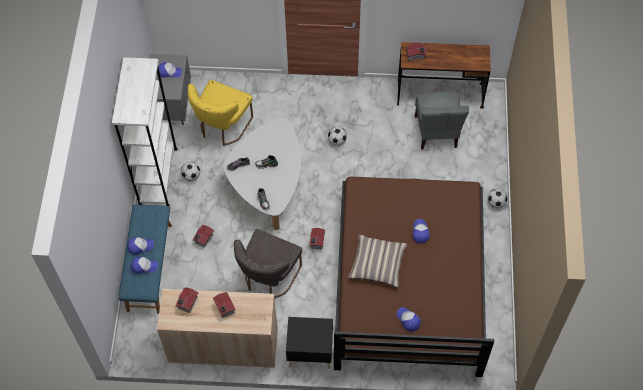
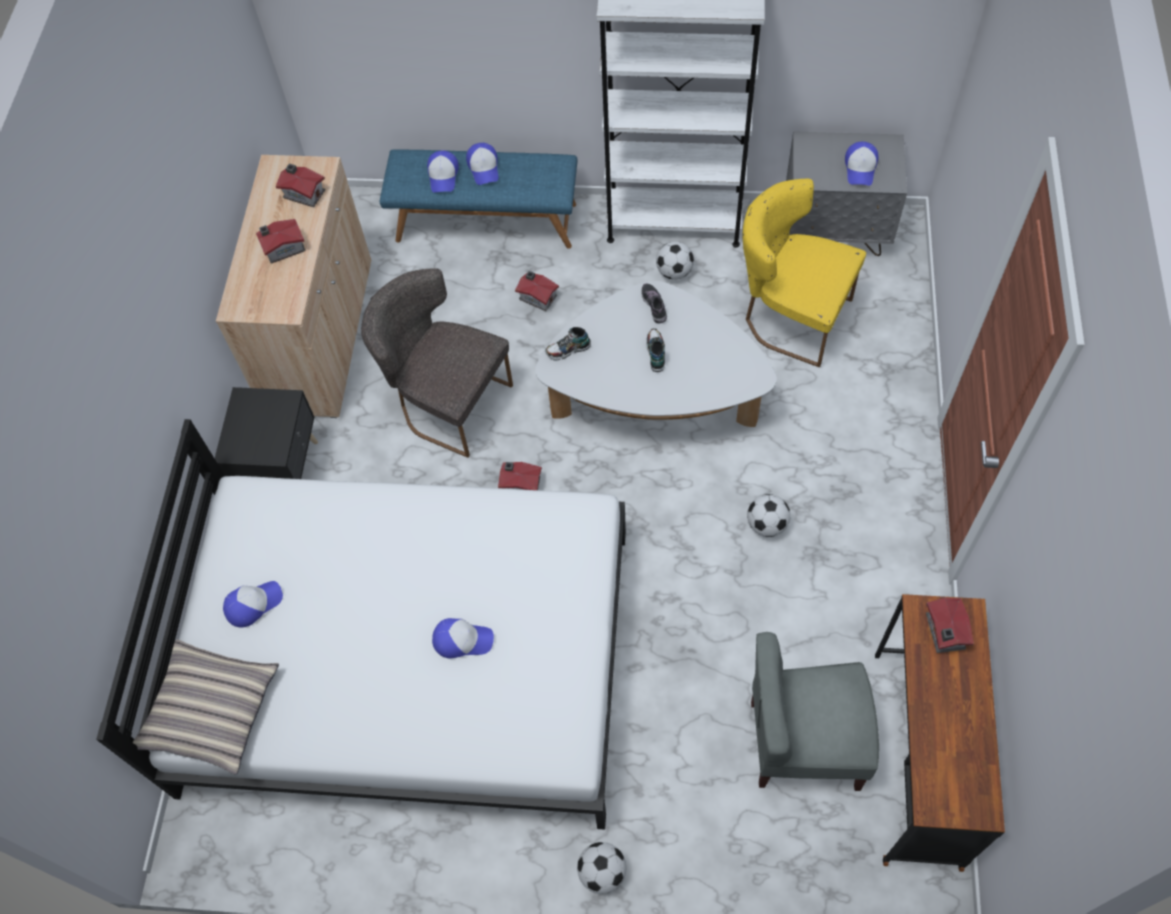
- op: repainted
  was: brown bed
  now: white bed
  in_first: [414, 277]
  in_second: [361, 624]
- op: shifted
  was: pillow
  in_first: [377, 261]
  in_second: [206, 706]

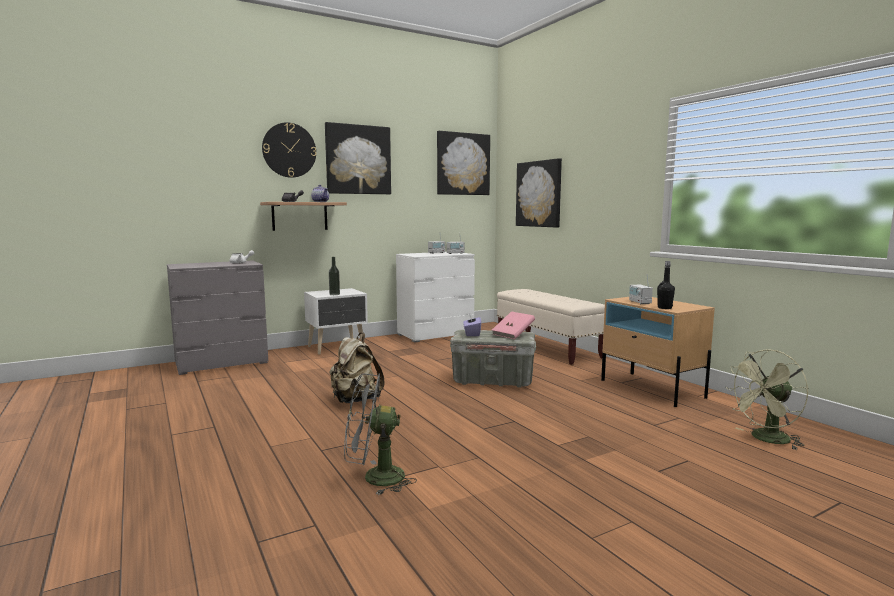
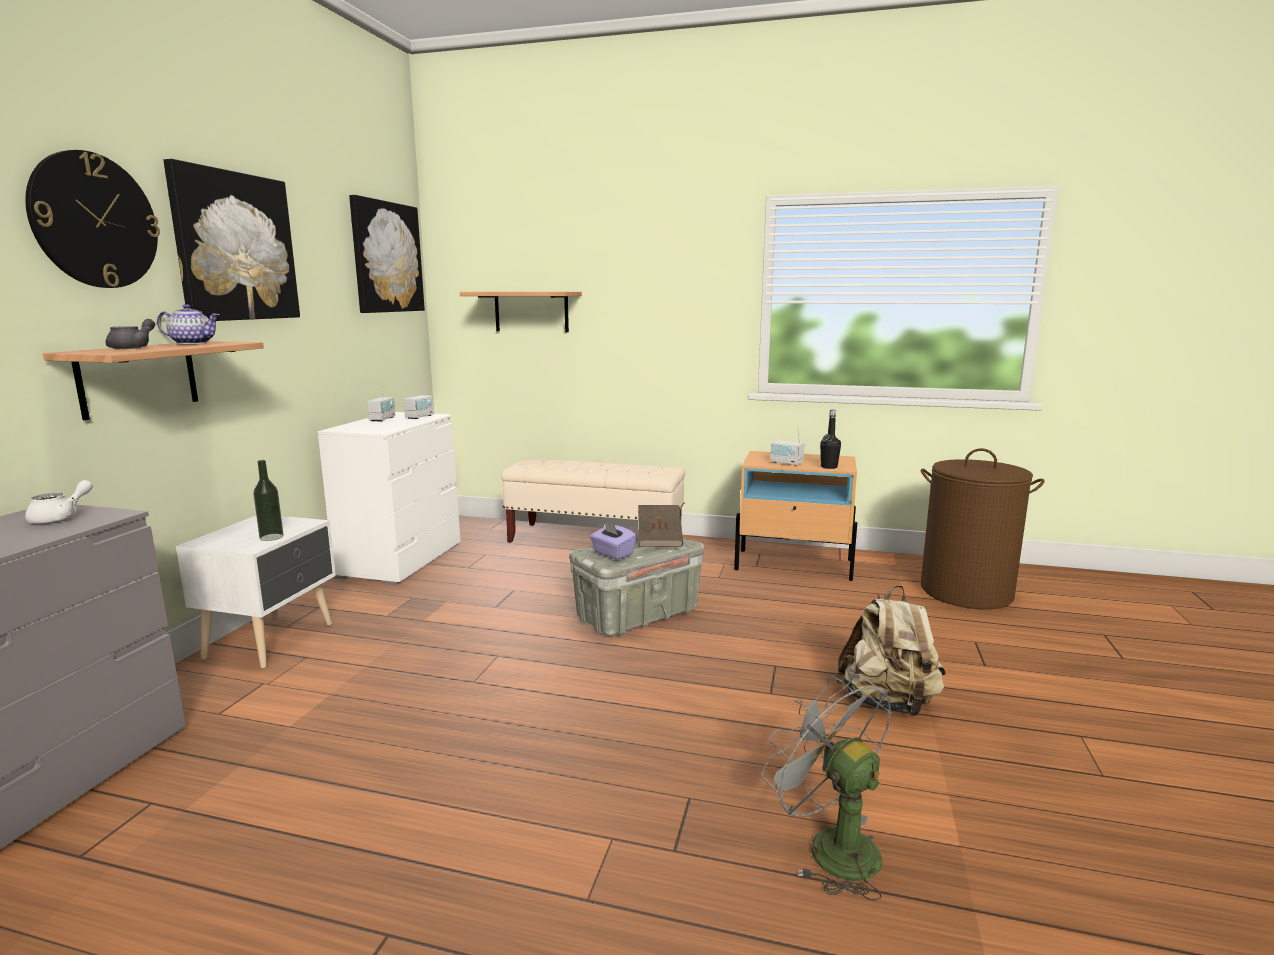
- op: swapped
  was: picture
  now: shelf
  in_first: [539, 193]
  in_second: [521, 312]
- op: repainted
  was: pink book
  now: brown book
  in_first: [513, 325]
  in_second: [660, 526]
- op: rotated
  was: grey fan
  in_first: [380, 434]
  in_second: [826, 787]
  clockwise: 105
- op: shifted
  was: beige backpack
  in_first: [356, 368]
  in_second: [890, 650]
- op: swapped
  was: green fan
  now: brown laundry basket
  in_first: [767, 399]
  in_second: [982, 528]

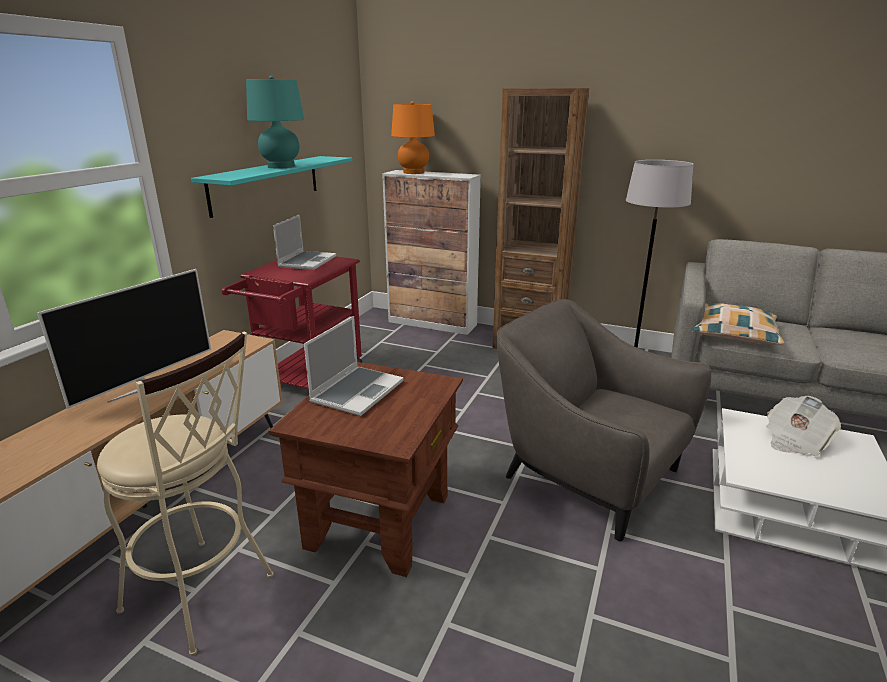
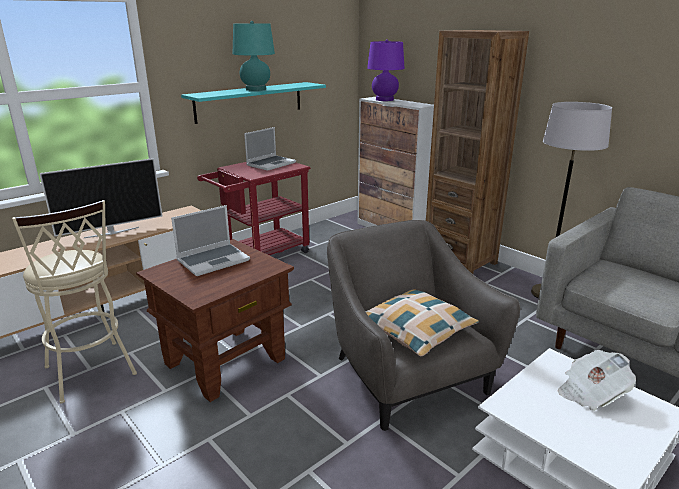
- op: shifted
  was: pillow
  in_first: [738, 324]
  in_second: [422, 322]
- op: repainted
  was: orange table lamp
  now: purple table lamp
  in_first: [413, 137]
  in_second: [386, 70]

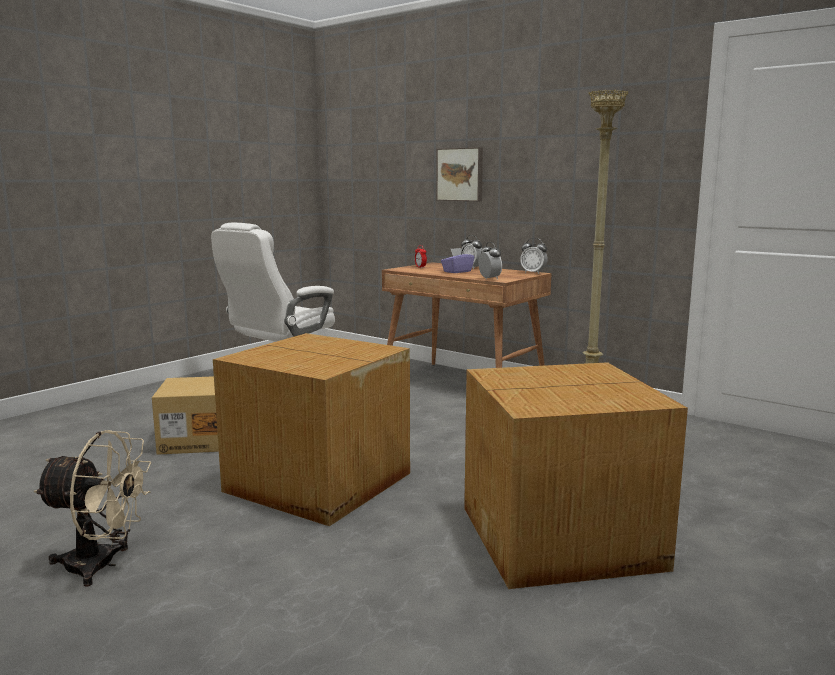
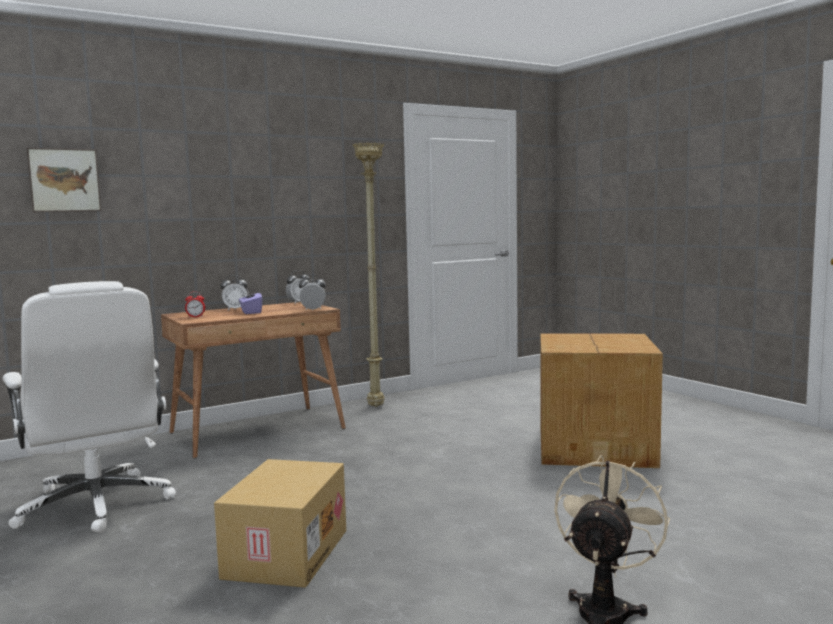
- op: shifted
  was: picture
  in_first: [459, 174]
  in_second: [63, 180]
- op: gone
  was: cardboard box
  in_first: [311, 429]

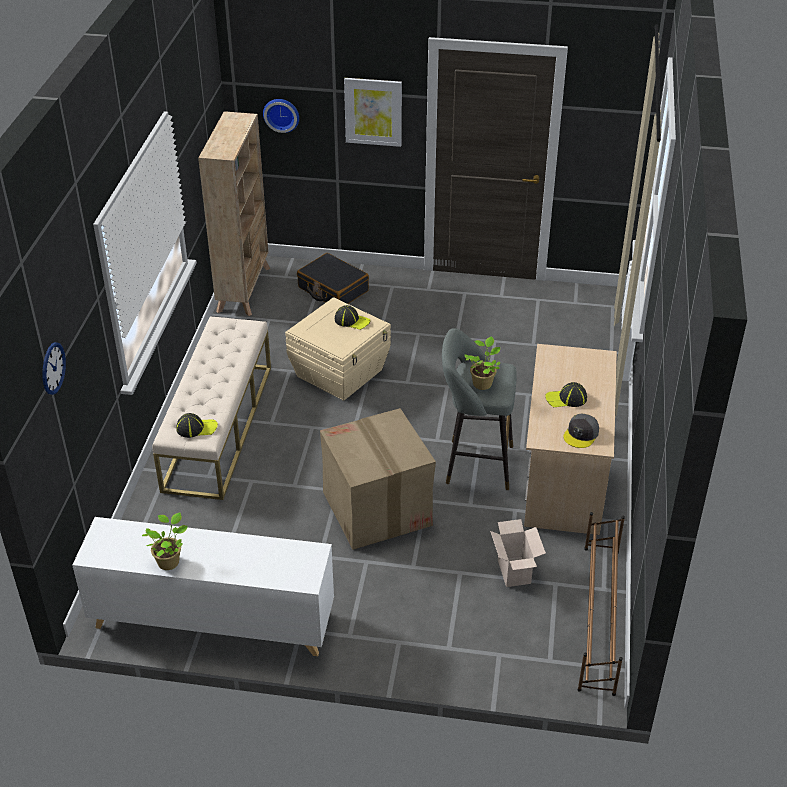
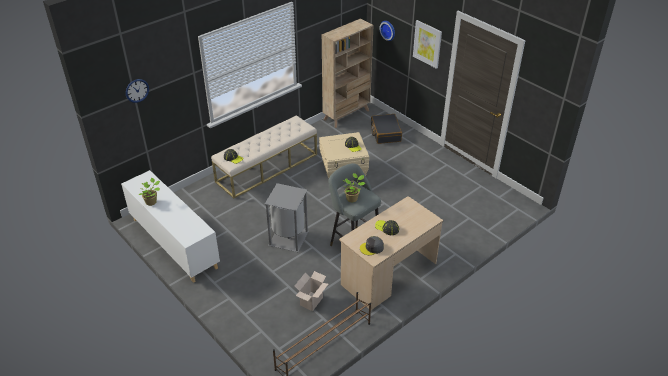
- op: swapped
  was: cardboard box
  now: grey trash can
  in_first: [378, 479]
  in_second: [287, 217]

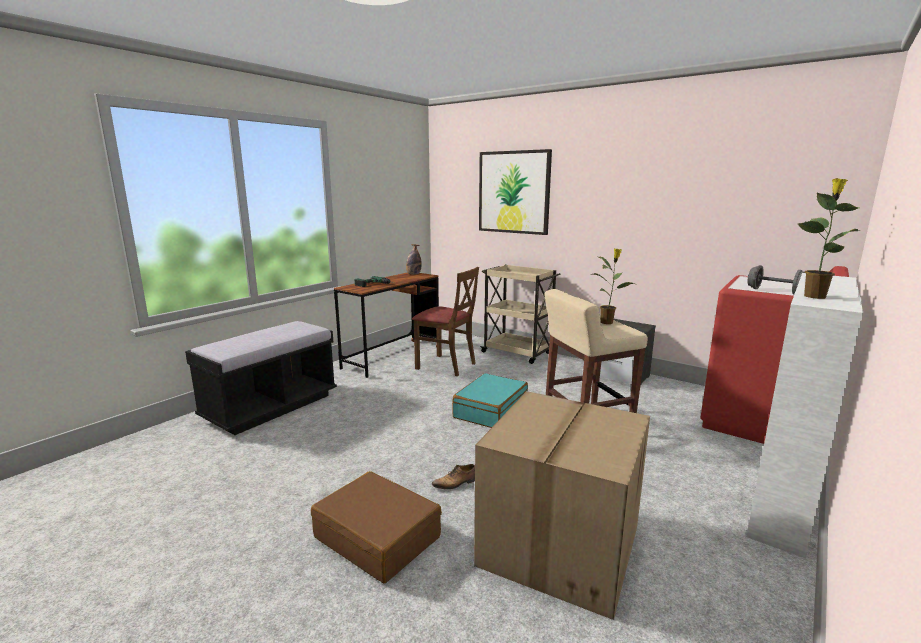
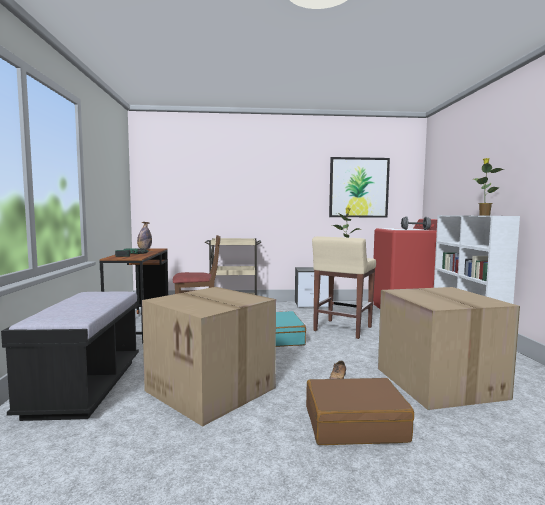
- op: new
  now: cardboard box
  in_second: [209, 357]
- op: shifted
  was: picture
  in_first: [515, 192]
  in_second: [359, 187]

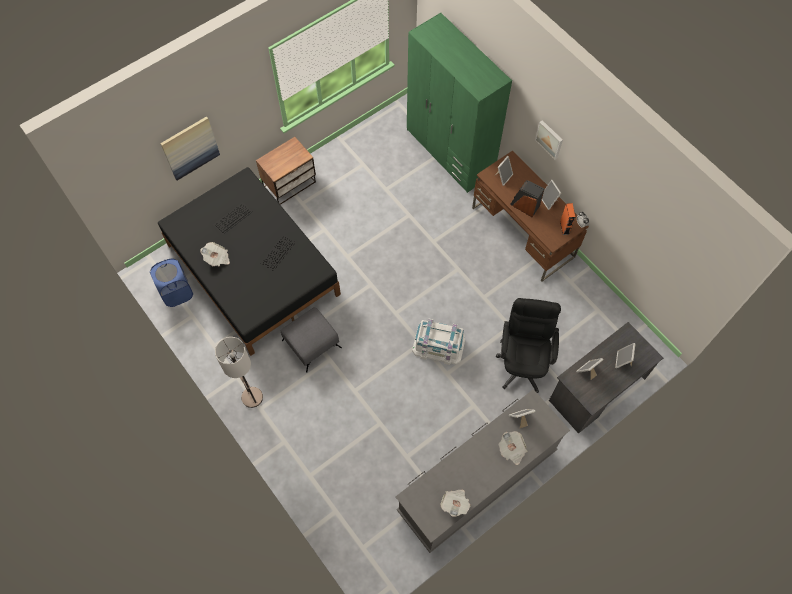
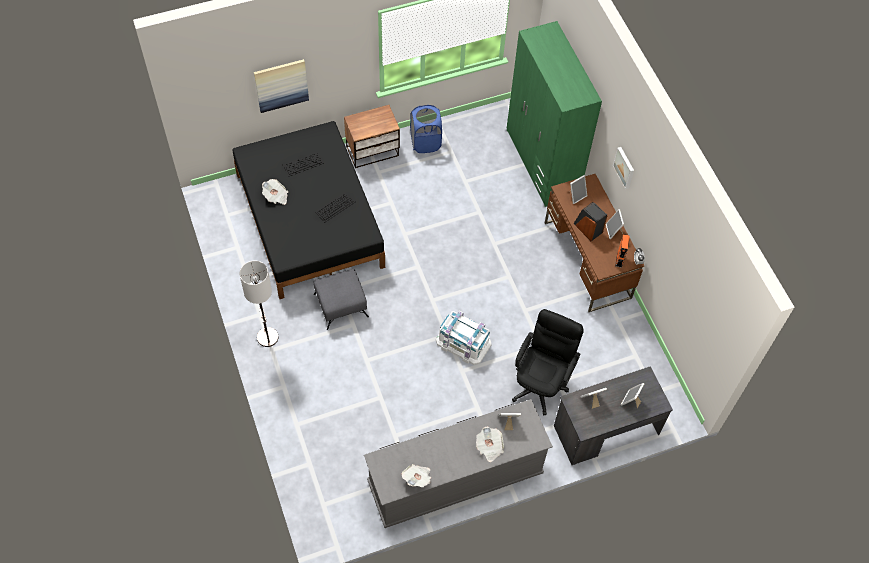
- op: shifted
  was: blue laundry basket
  in_first: [171, 283]
  in_second: [426, 129]

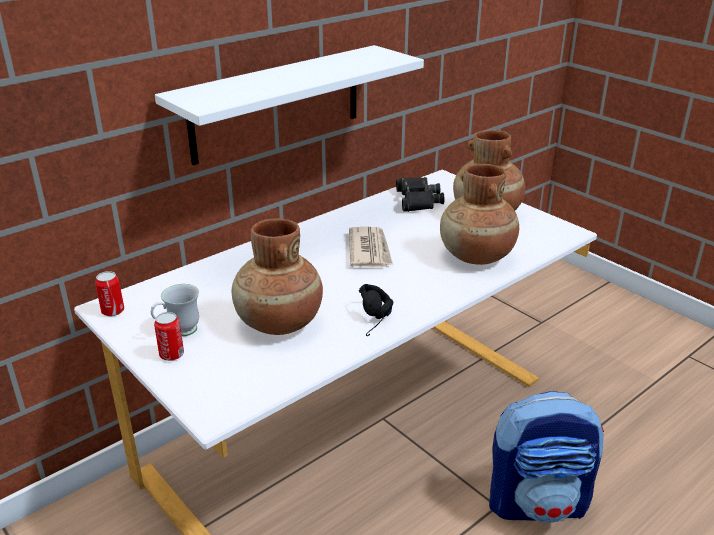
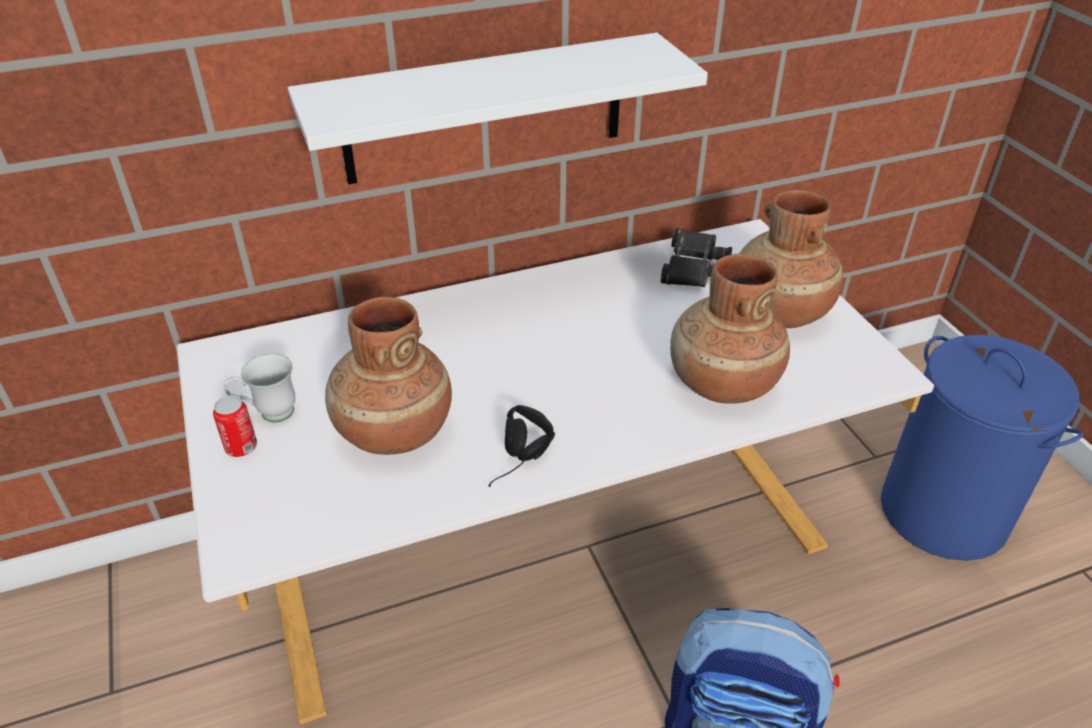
- op: new
  now: blue laundry basket
  in_second: [982, 448]
- op: gone
  was: can
  in_first: [109, 293]
- op: gone
  was: newspaper
  in_first: [371, 247]

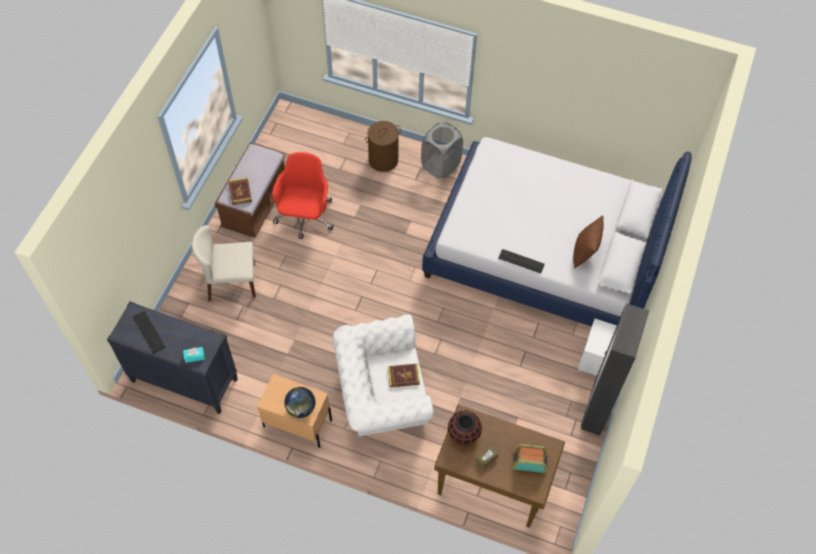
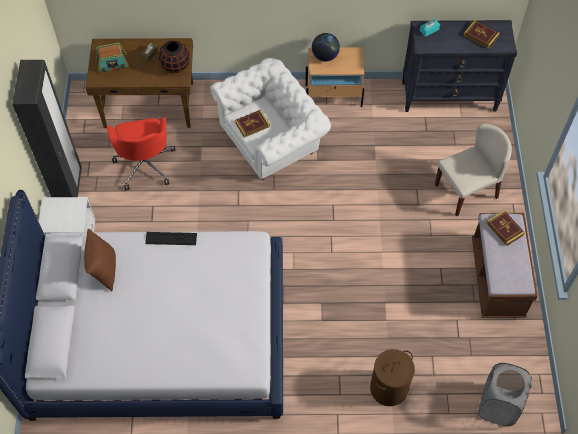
- op: shifted
  was: red office chair
  in_first: [302, 195]
  in_second: [141, 153]
- op: swapped
  was: keyboard
  now: book
  in_first: [149, 332]
  in_second: [482, 34]
- op: shifted
  was: grey laundry basket
  in_first: [442, 151]
  in_second: [505, 395]

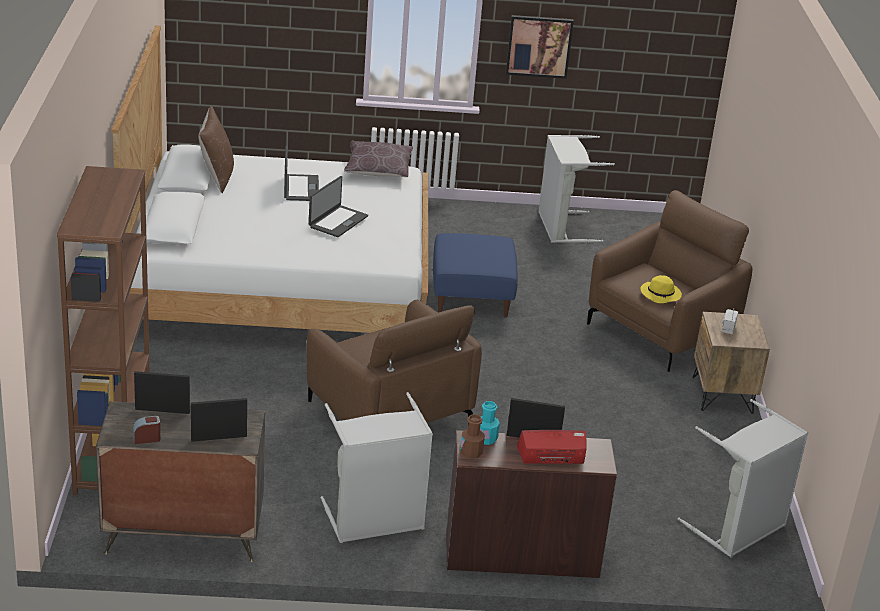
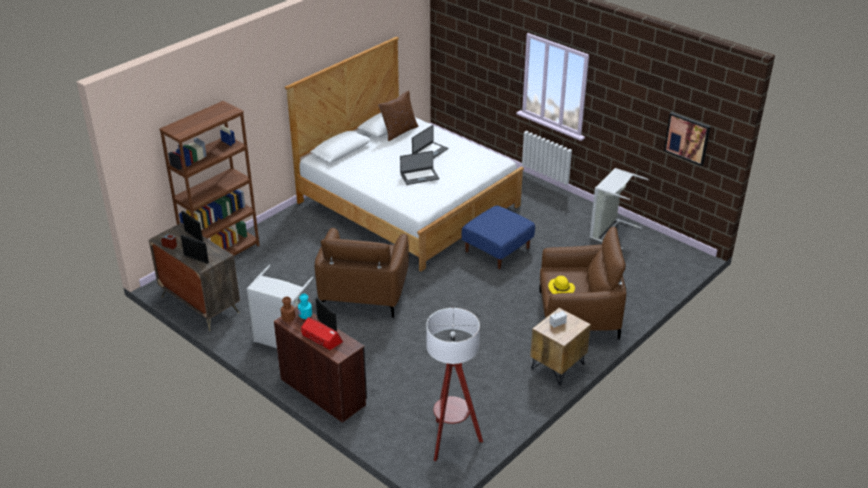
- op: swapped
  was: grey laundry basket
  now: floor lamp
  in_first: [743, 478]
  in_second: [454, 384]
- op: shifted
  was: picture
  in_first: [540, 47]
  in_second: [687, 139]
- op: gone
  was: brown pillow
  in_first: [378, 159]

